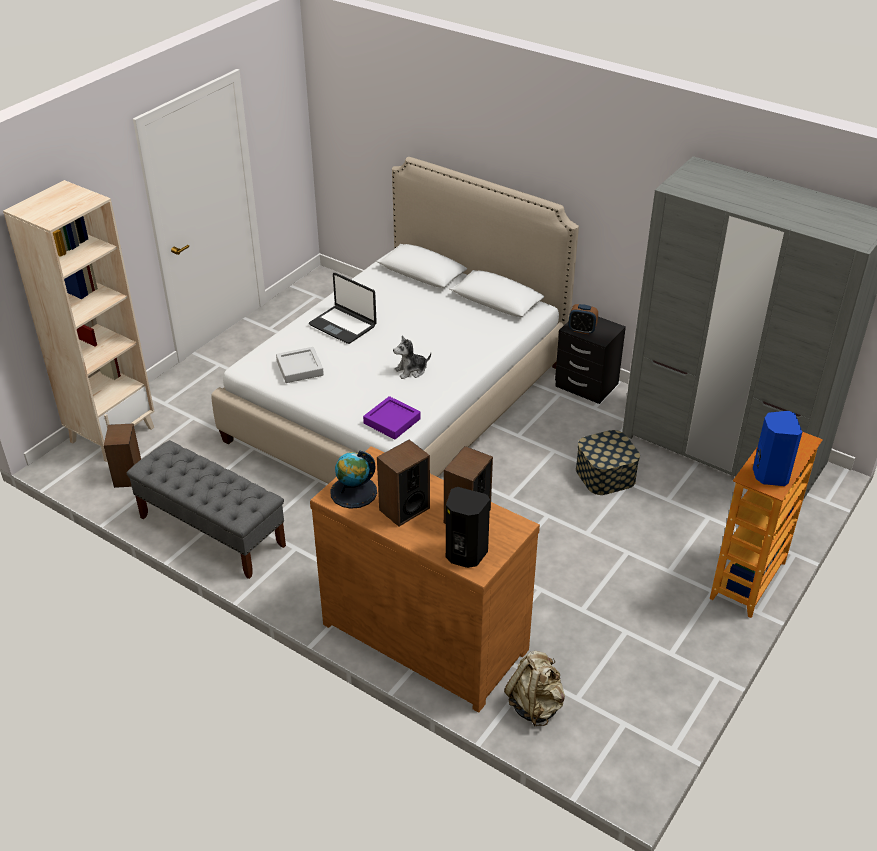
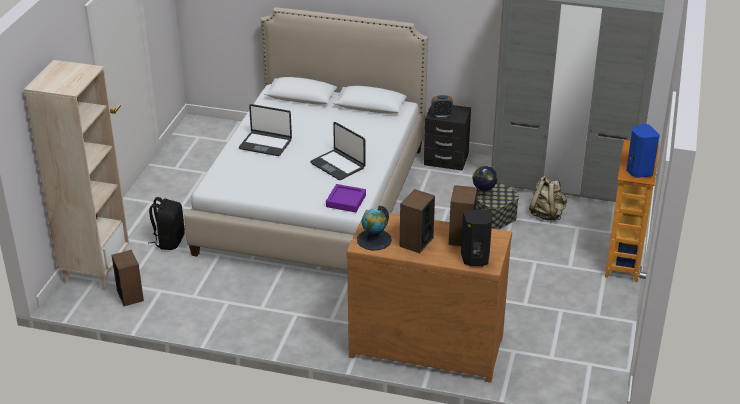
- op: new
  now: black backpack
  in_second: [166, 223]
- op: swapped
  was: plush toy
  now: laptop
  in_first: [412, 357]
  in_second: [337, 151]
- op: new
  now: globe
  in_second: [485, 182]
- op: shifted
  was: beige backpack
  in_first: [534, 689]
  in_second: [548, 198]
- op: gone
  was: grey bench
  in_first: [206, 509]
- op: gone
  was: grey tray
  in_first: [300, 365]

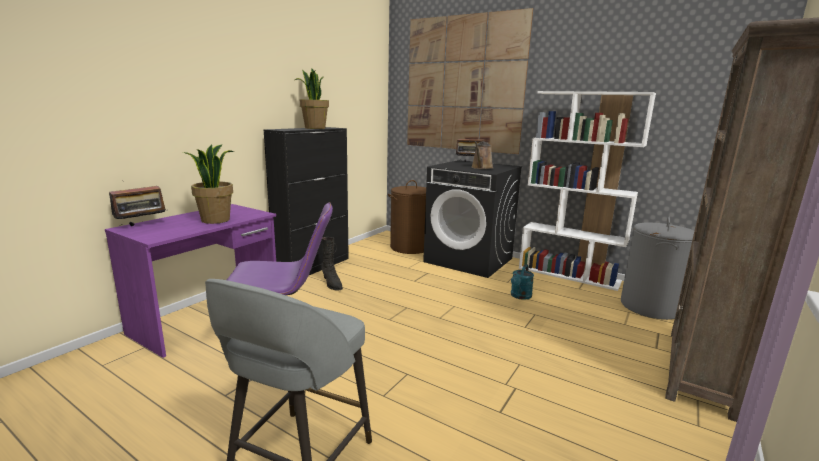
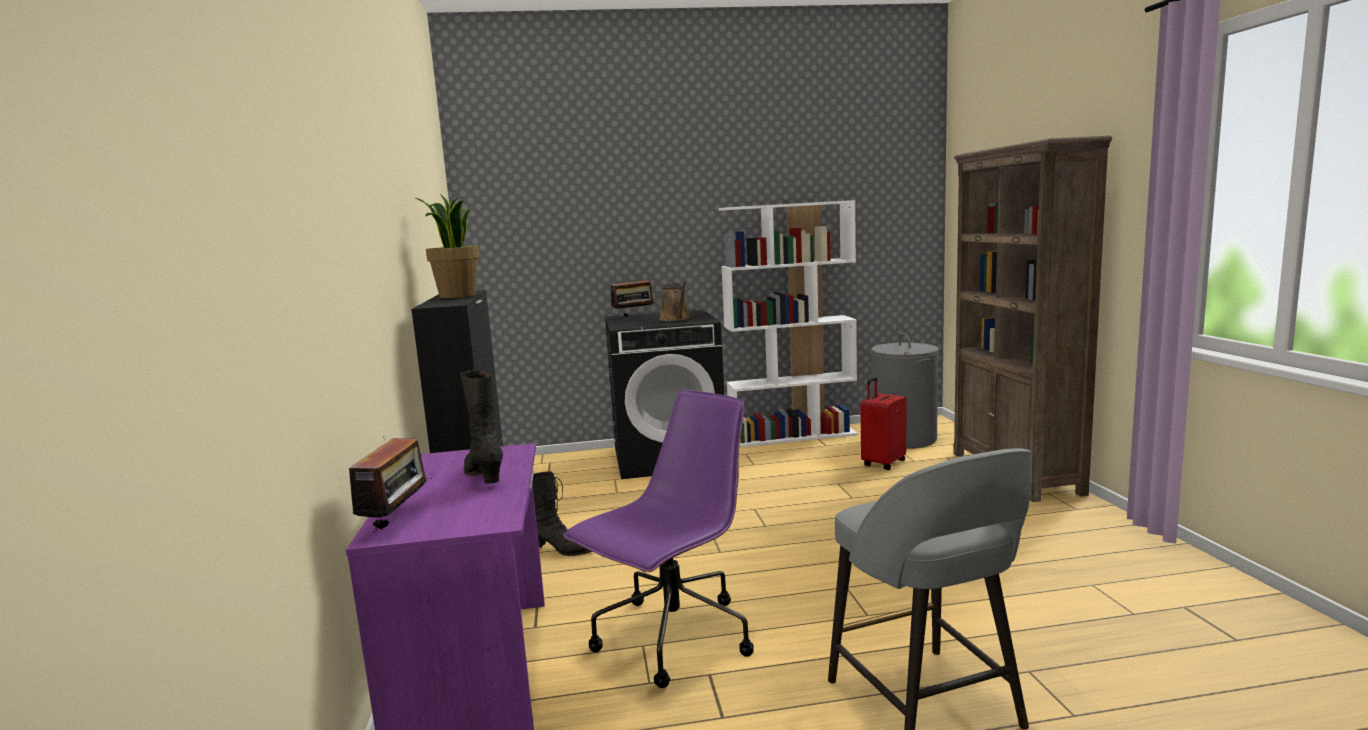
- op: swapped
  was: potted plant
  now: black boot
  in_first: [208, 184]
  in_second: [481, 426]
- op: new
  now: red suitcase
  in_second: [883, 423]
- op: gone
  was: brown laundry basket
  in_first: [407, 217]
- op: gone
  was: picture
  in_first: [470, 81]
- op: gone
  was: turquoise watering can
  in_first: [522, 282]

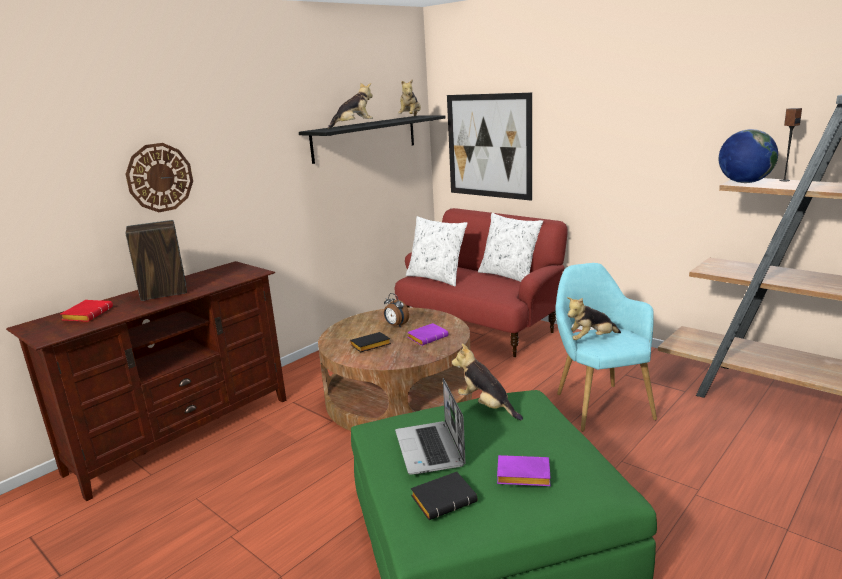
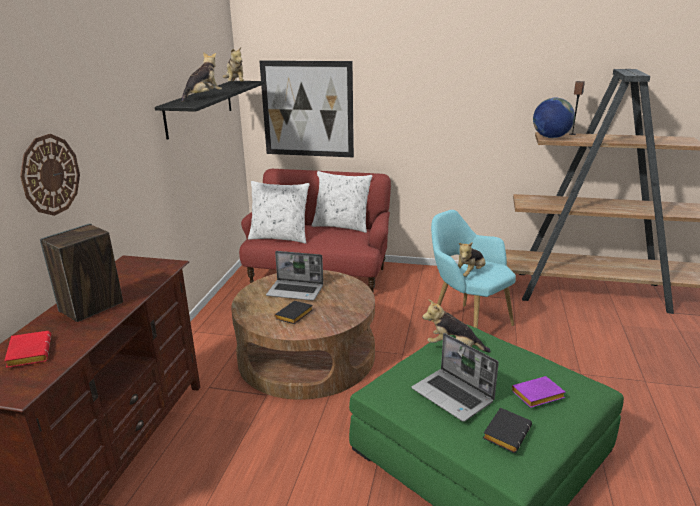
- op: swapped
  was: alarm clock
  now: laptop
  in_first: [396, 310]
  in_second: [294, 276]
- op: gone
  was: purple book
  in_first: [427, 334]

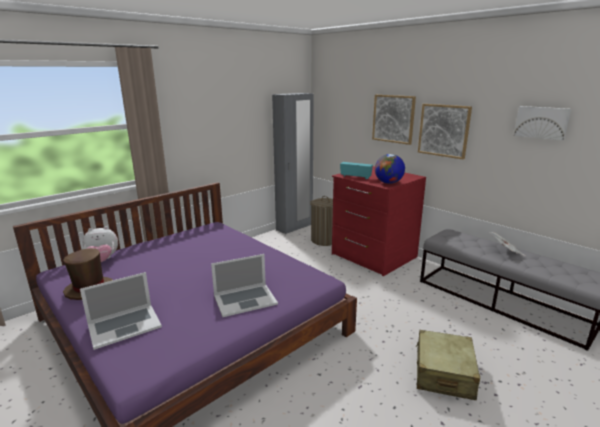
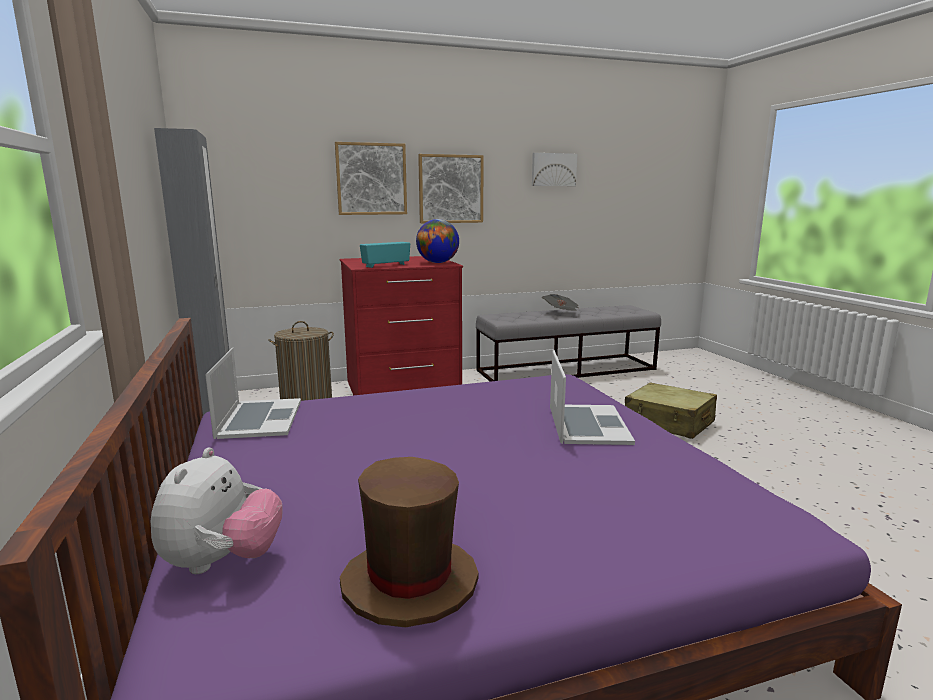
- op: shifted
  was: laptop
  in_first: [121, 311]
  in_second: [253, 393]

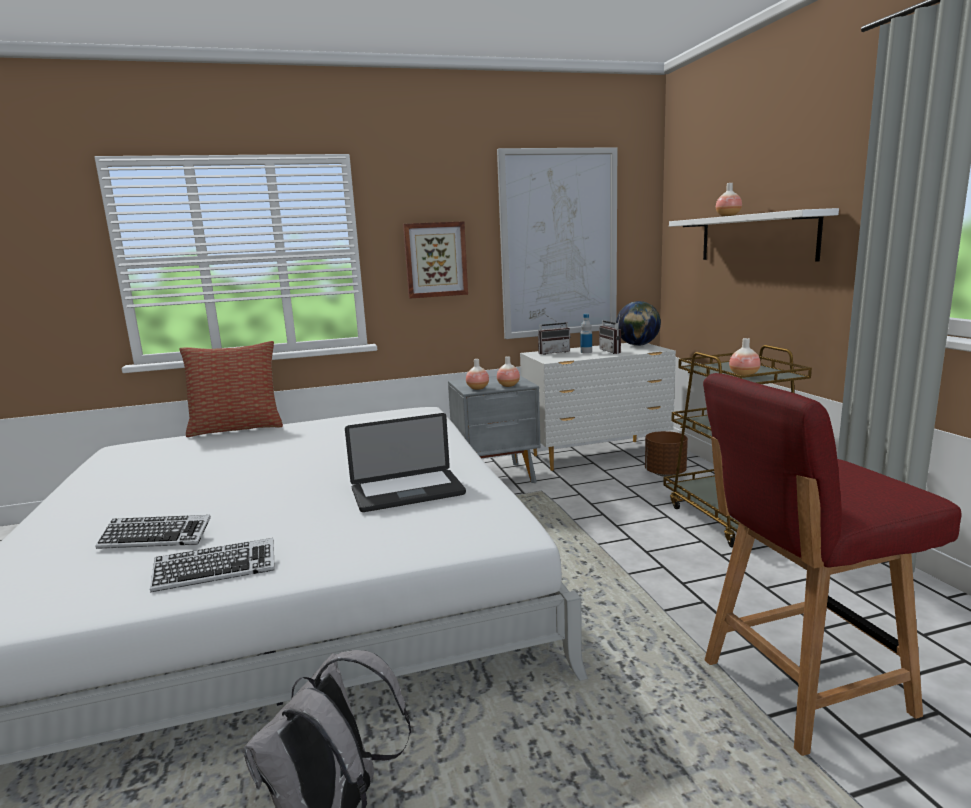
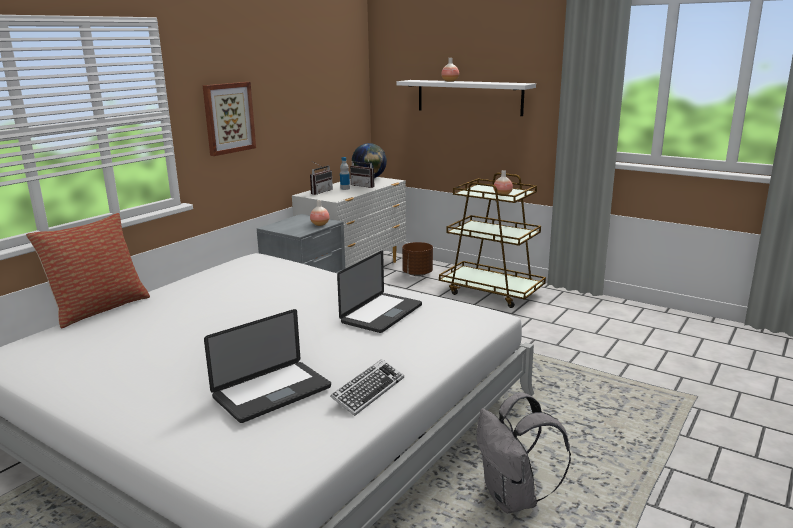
- op: swapped
  was: keyboard
  now: laptop
  in_first: [153, 532]
  in_second: [267, 366]
- op: gone
  was: vase
  in_first: [477, 374]
- op: gone
  was: picture
  in_first: [557, 243]
- op: gone
  was: red chair
  in_first: [832, 564]

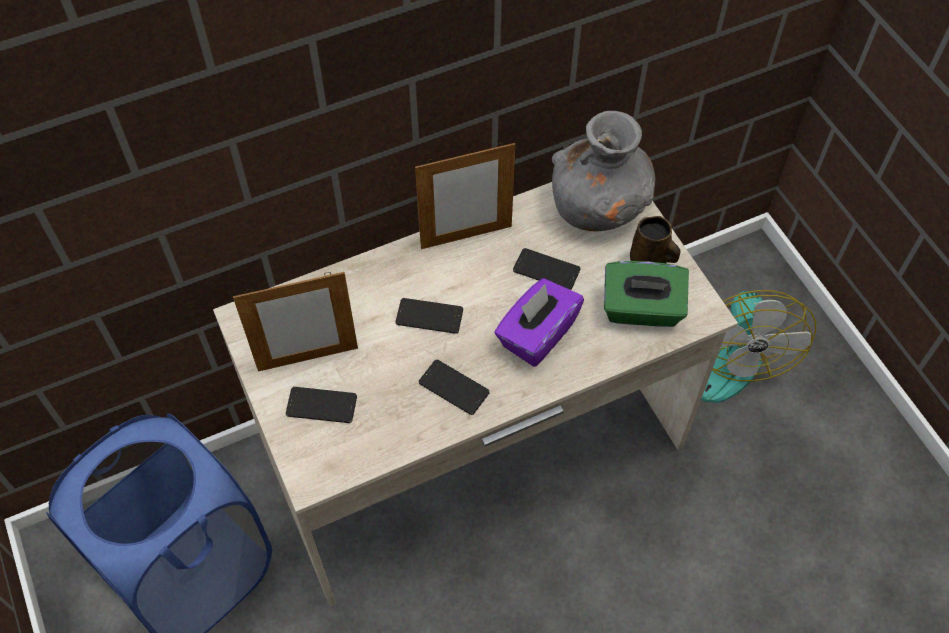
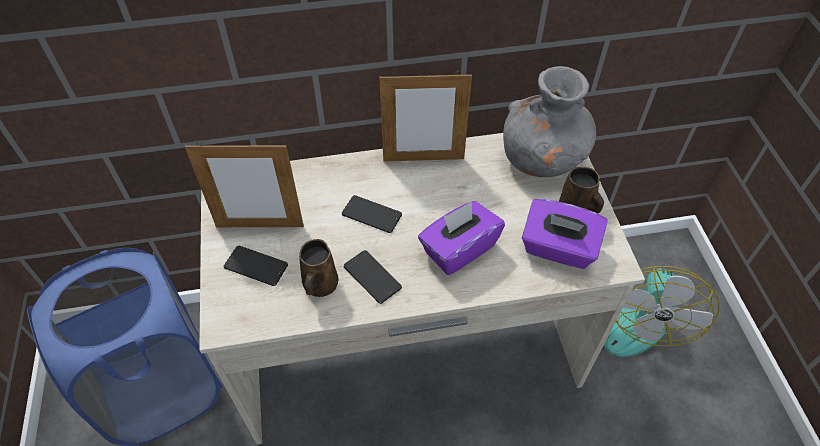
- op: new
  now: brown mug
  in_second: [318, 268]
- op: repainted
  was: green tissue box
  now: purple tissue box
  in_first: [646, 294]
  in_second: [565, 234]
- op: gone
  was: phone
  in_first: [546, 269]

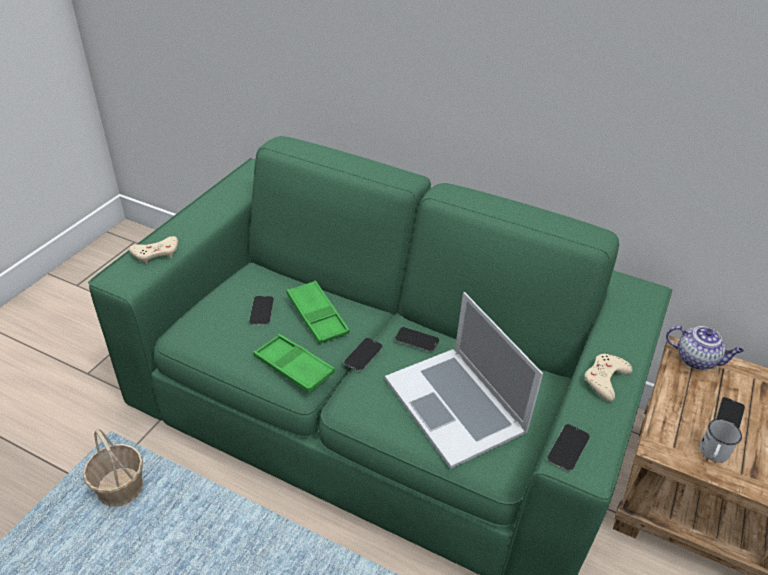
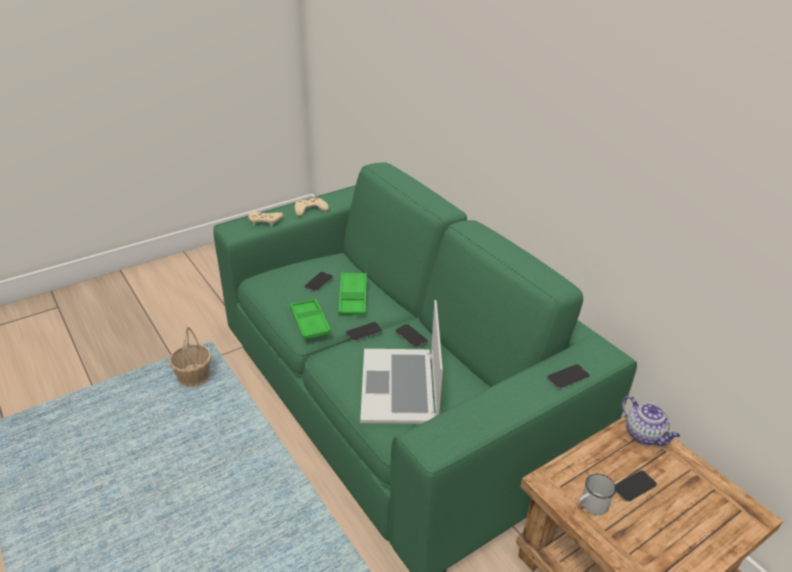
- op: shifted
  was: beige game controller
  in_first: [608, 378]
  in_second: [312, 207]
- op: shifted
  was: phone
  in_first: [568, 447]
  in_second: [568, 376]

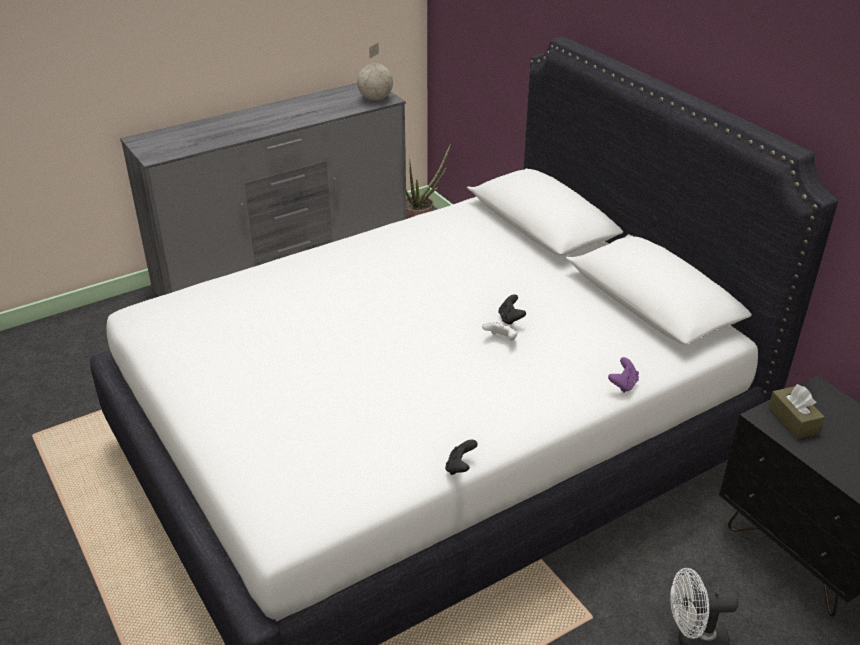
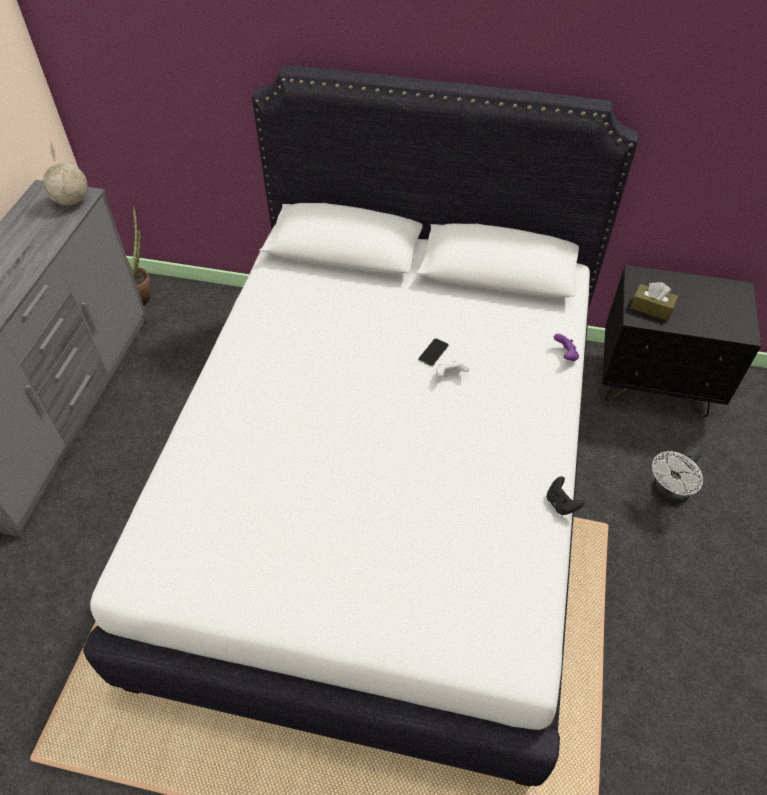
- op: swapped
  was: black game controller
  now: phone
  in_first: [512, 309]
  in_second: [433, 352]

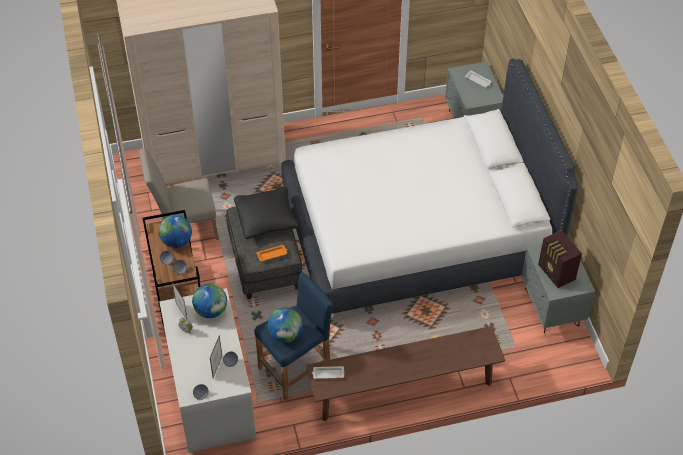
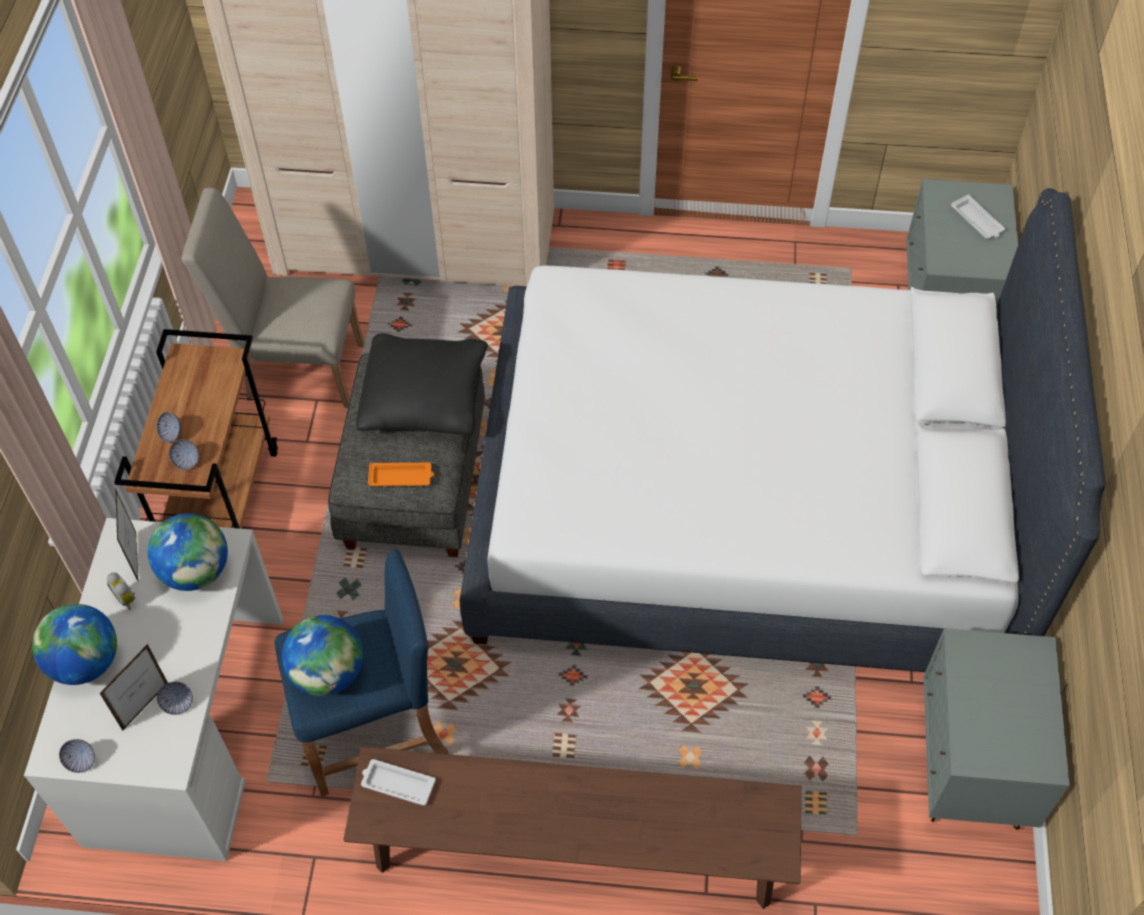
- op: shifted
  was: globe
  in_first: [175, 231]
  in_second: [74, 644]
- op: gone
  was: radio
  in_first: [560, 259]

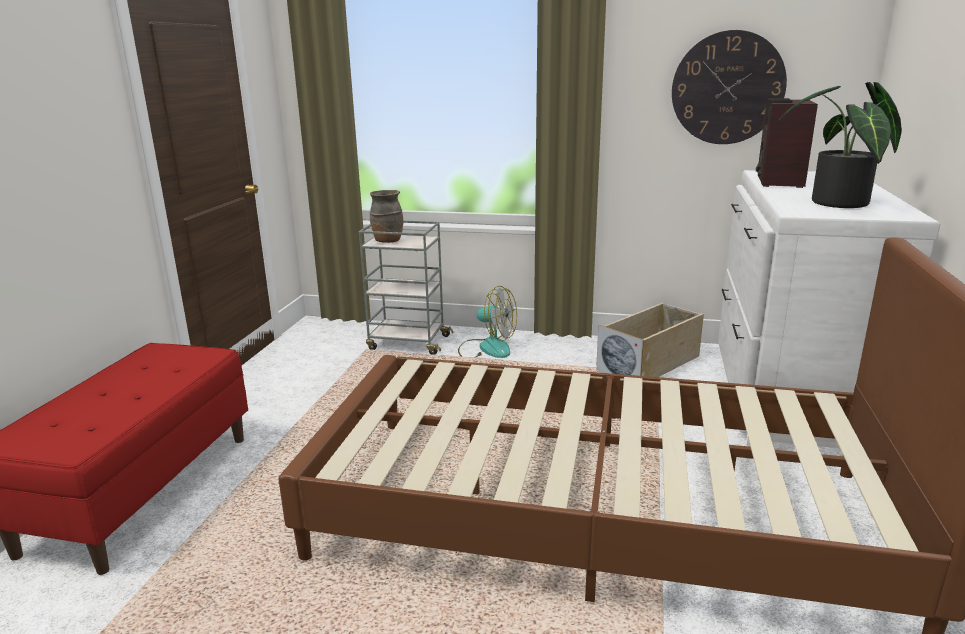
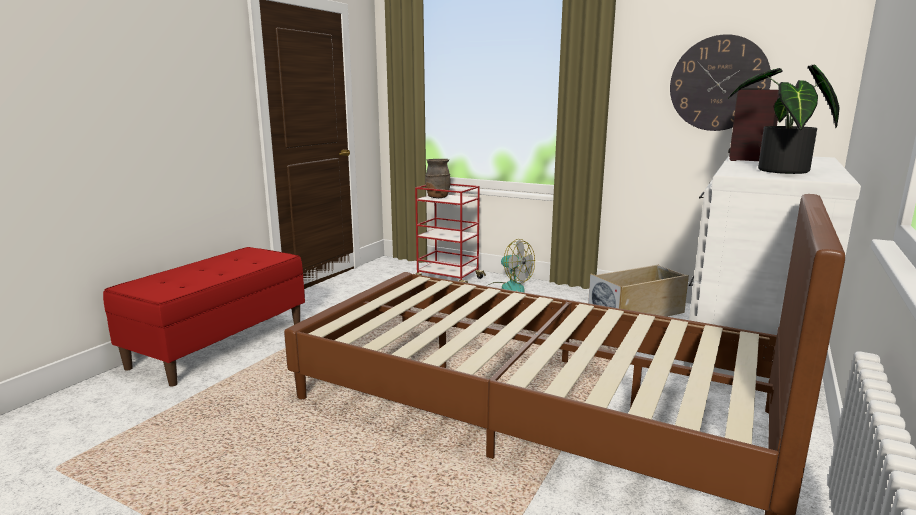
- op: repainted
  was: grey cart
  now: red cart
  in_first: [406, 288]
  in_second: [450, 233]

